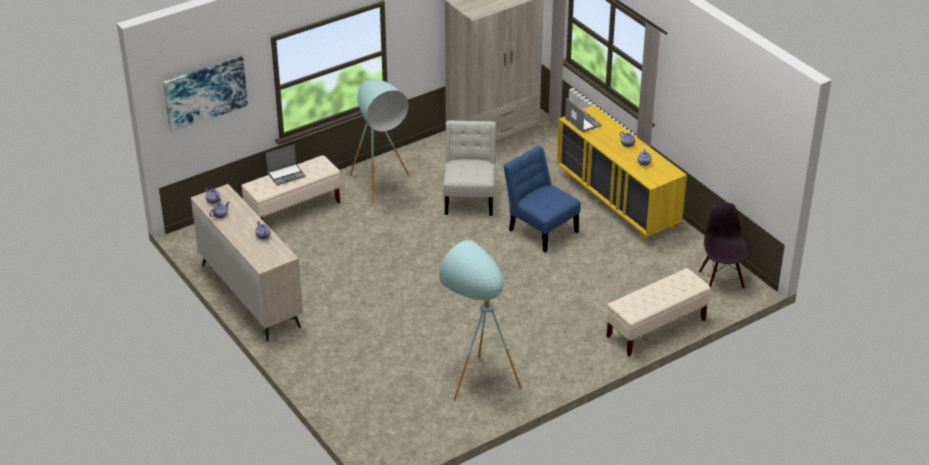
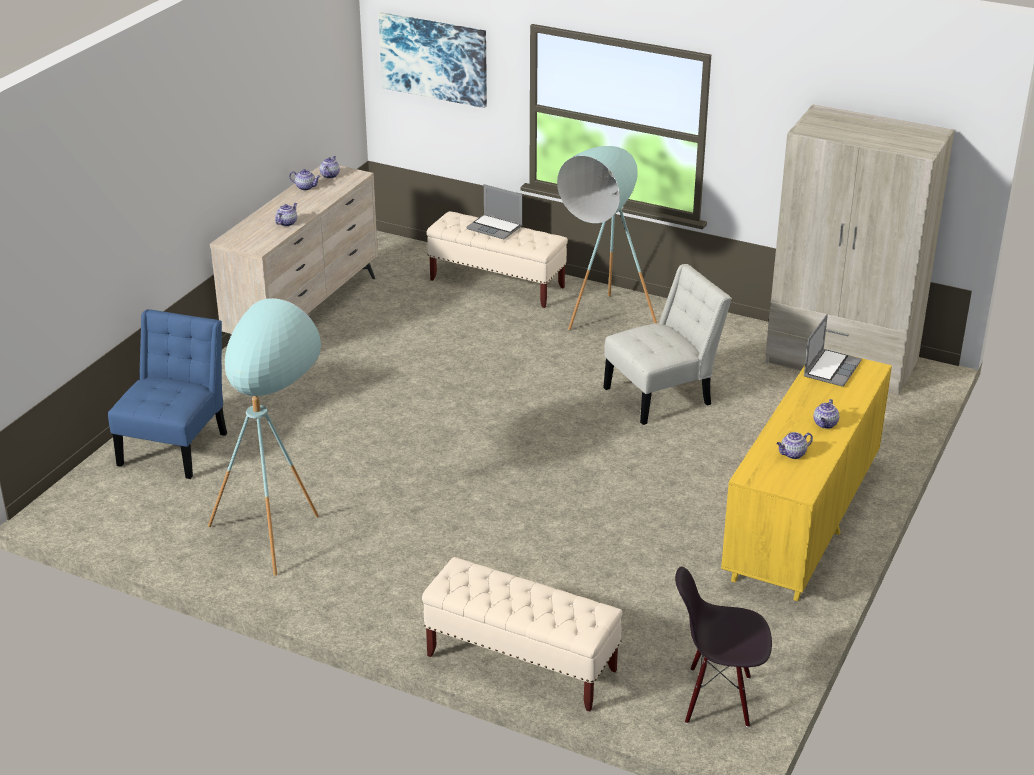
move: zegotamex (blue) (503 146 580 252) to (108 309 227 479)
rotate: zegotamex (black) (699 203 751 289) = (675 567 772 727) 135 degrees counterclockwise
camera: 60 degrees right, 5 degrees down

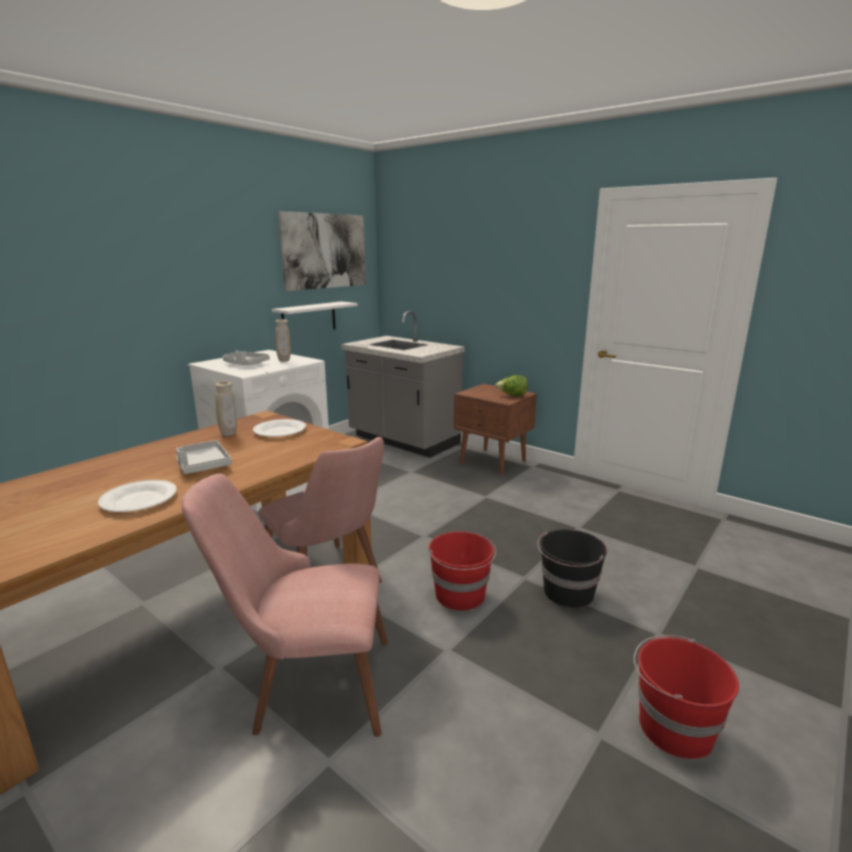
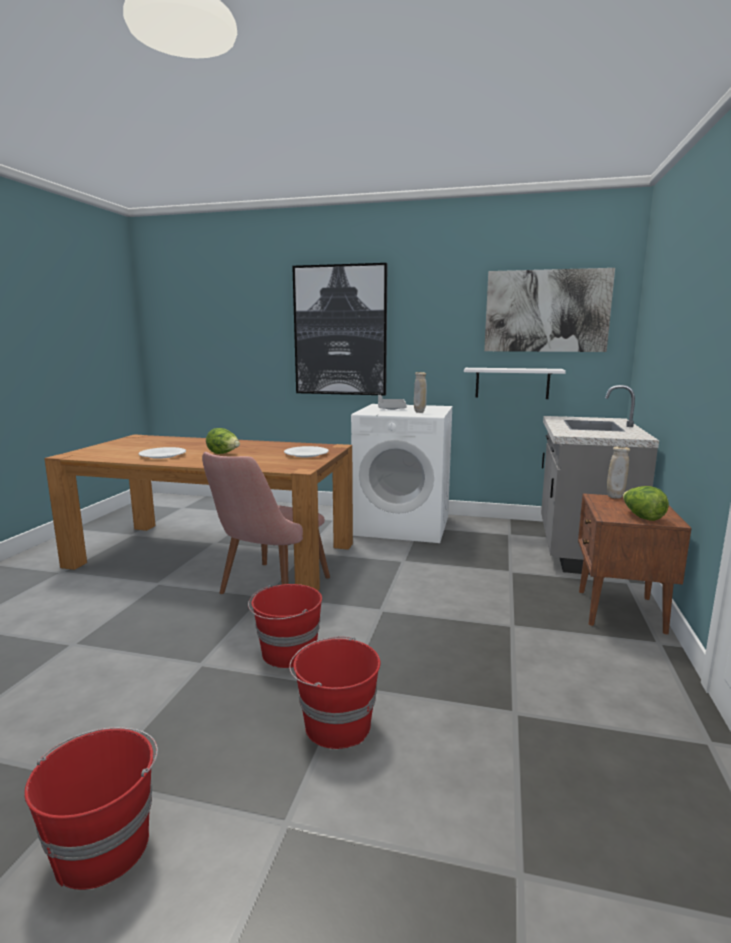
delete: zegotamex (pink) (182 474 388 737)
insert: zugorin (292 263 388 395)
move: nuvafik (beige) (215 382 237 436) to (607 446 630 499)
replace: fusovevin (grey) (176 440 232 474) to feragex (206 428 240 454)
recolor: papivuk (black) (537 529 607 608) to papivuk (red) (289 637 381 749)
camera: 65 degrees right, 5 degrees down

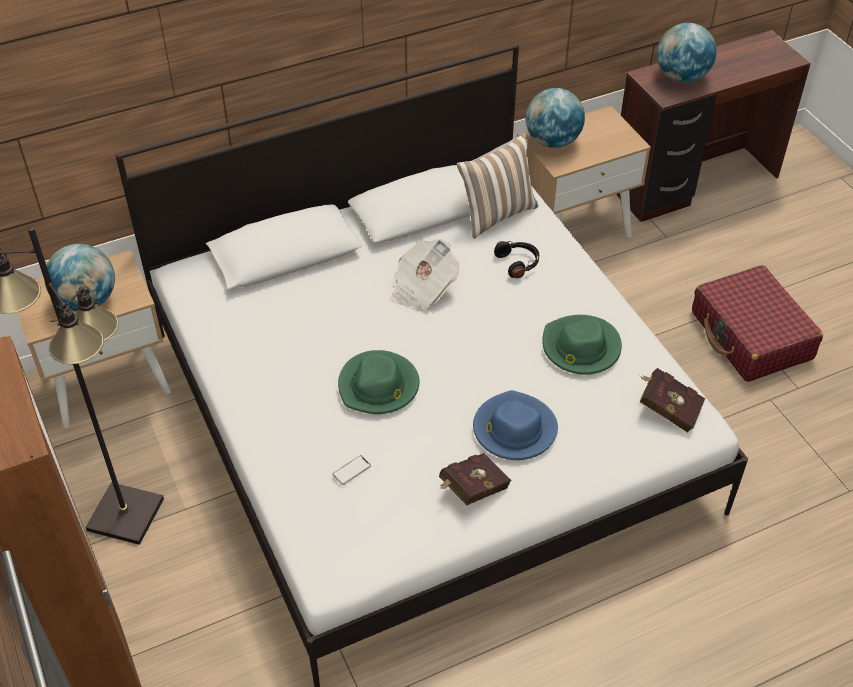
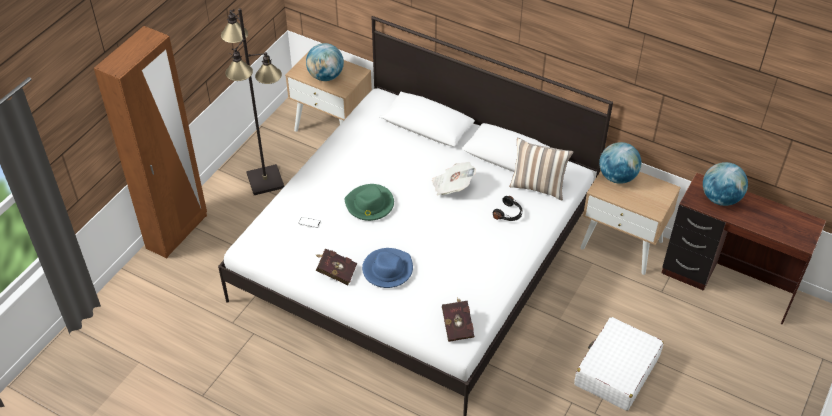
delete: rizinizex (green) (542 315 622 375)
recolor: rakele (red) (692 265 823 382) to rakele (white) (574 317 664 411)
camera: 55 degrees right, 0 degrees up

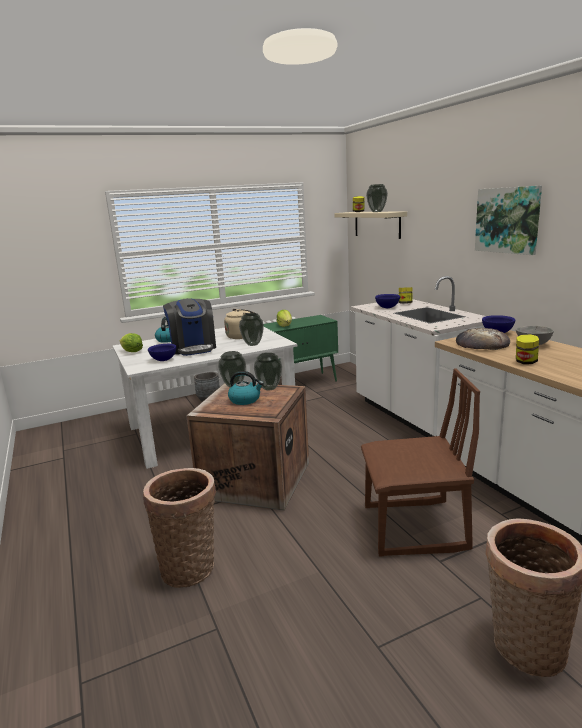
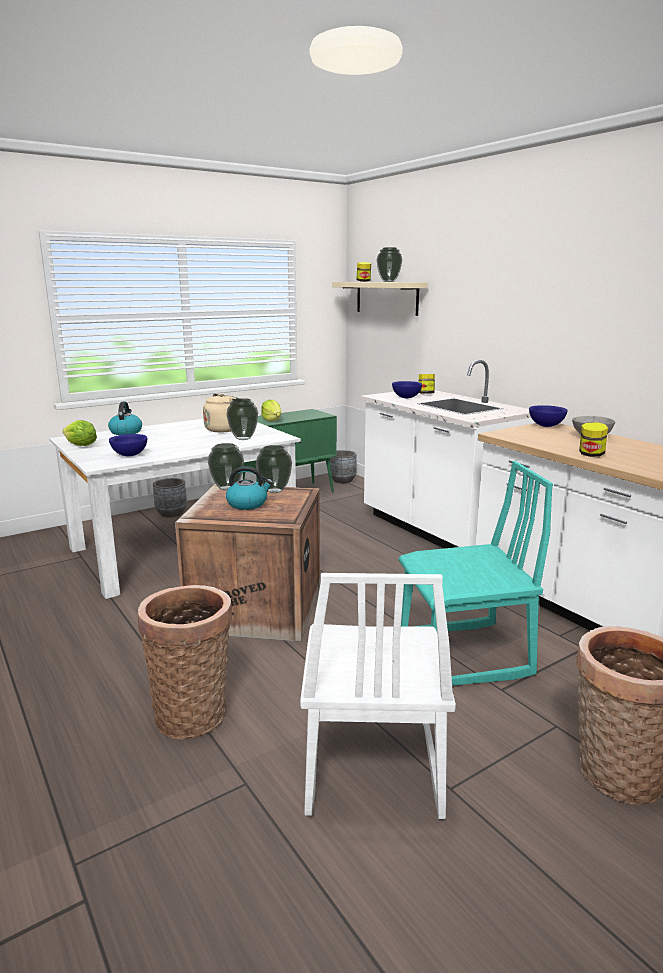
delete: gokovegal (163 298 216 356); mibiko (456 328 510 350); zugorin (475 185 542 255)
insert: zegotamex (white) (300 573 456 819); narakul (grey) (330 450 357 483)
recolor: zegotamex (brown) (361 368 480 557) to zegotamex (turquoise) (399 461 553 685)
camera: 10 degrees left, 0 degrees up

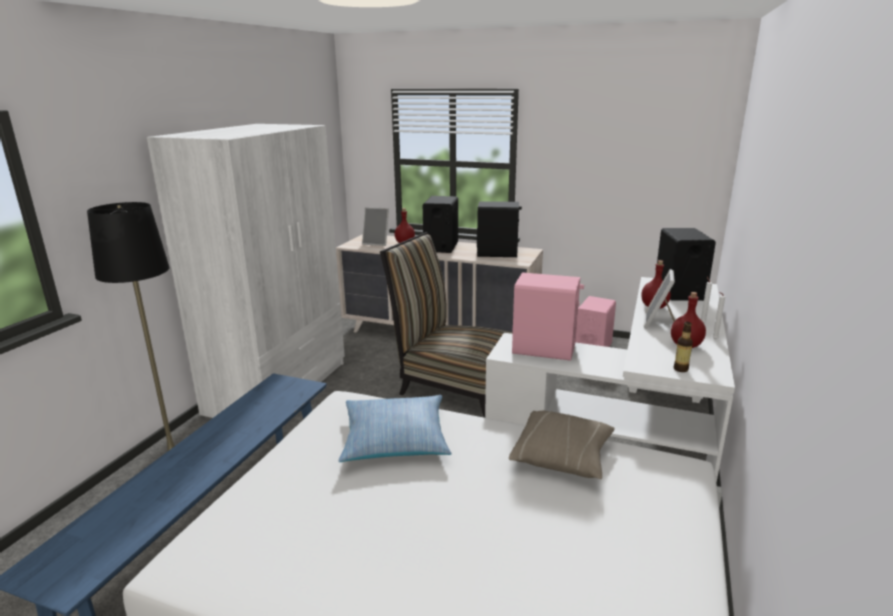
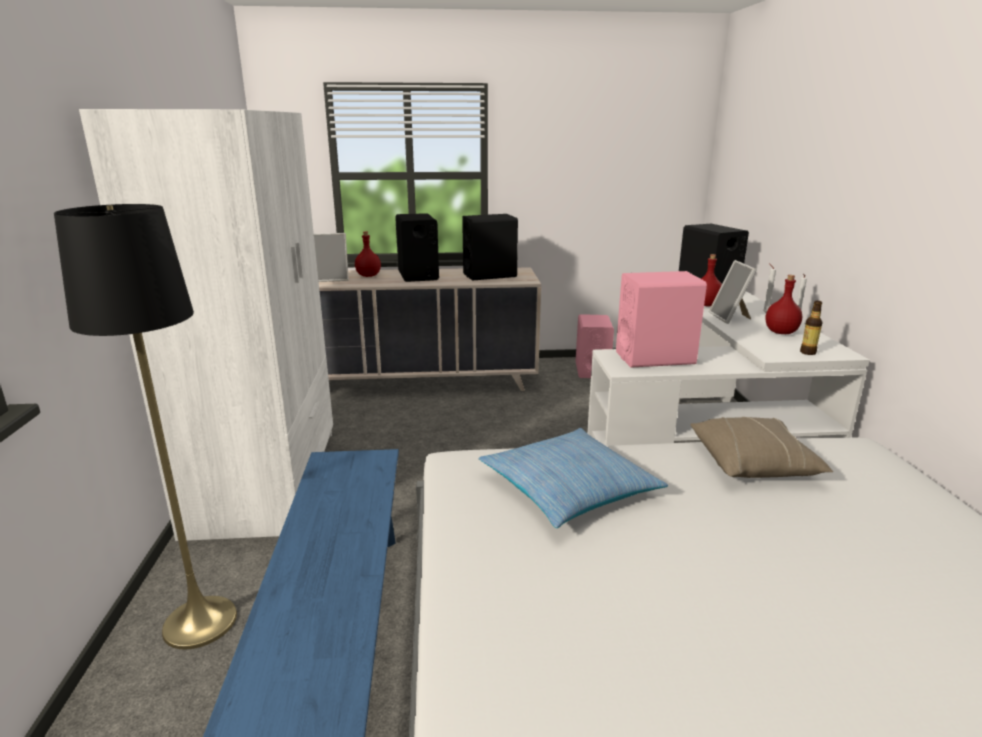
delete: zegotamex (380 232 512 418)
camera: 25 degrees left, 0 degrees up

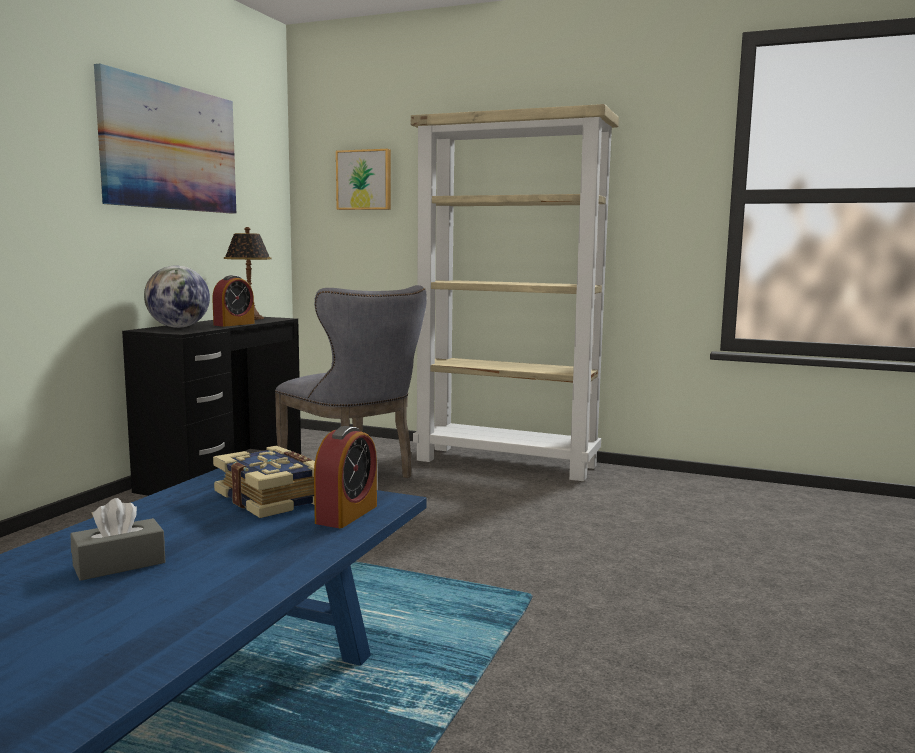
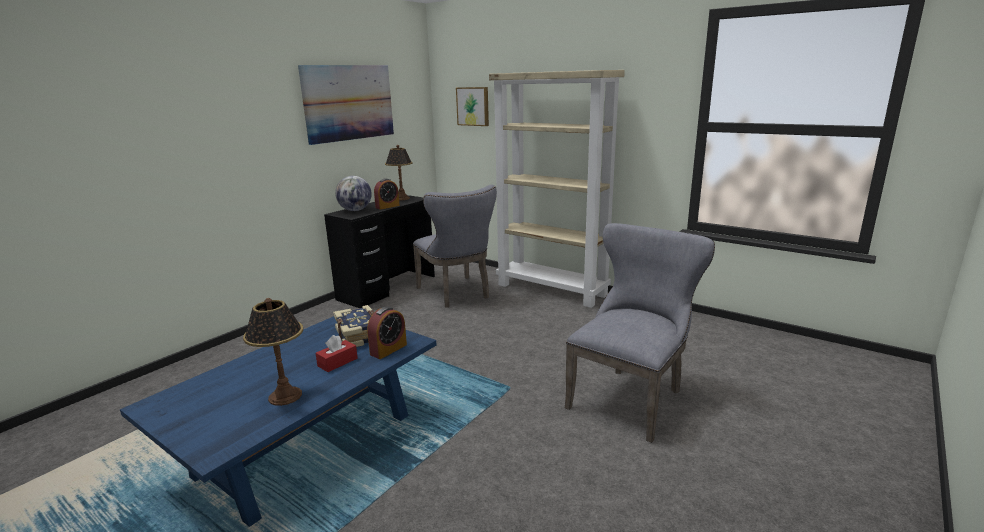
delete: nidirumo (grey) (71 498 165 581)
insert: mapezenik (243 298 303 406); nidirumo (red) (316 335 358 372); zegotamex (grey) (565 223 715 443)
camera: 15 degrees right, 10 degrees up

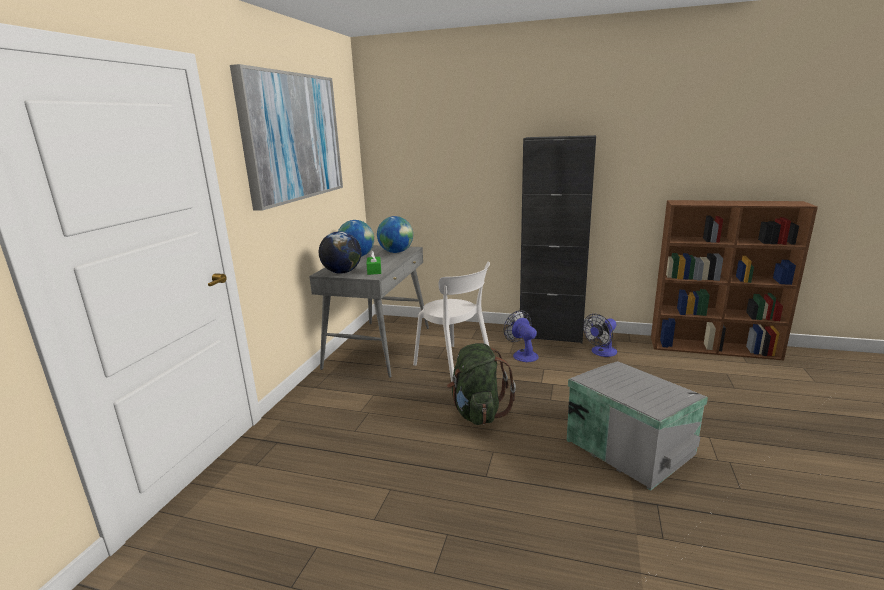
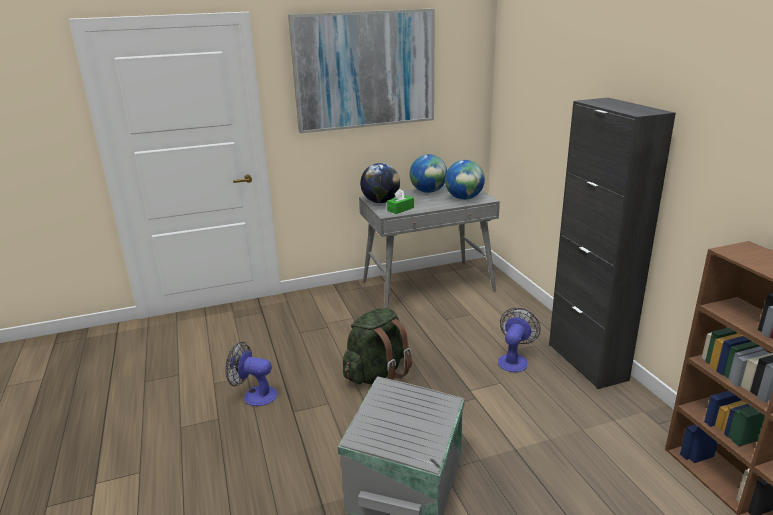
delete: zegotamex (white) (413 262 490 382)
move: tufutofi (583 314 617 357) to (225 342 277 406)
camera: 55 degrees right, 5 degrees up

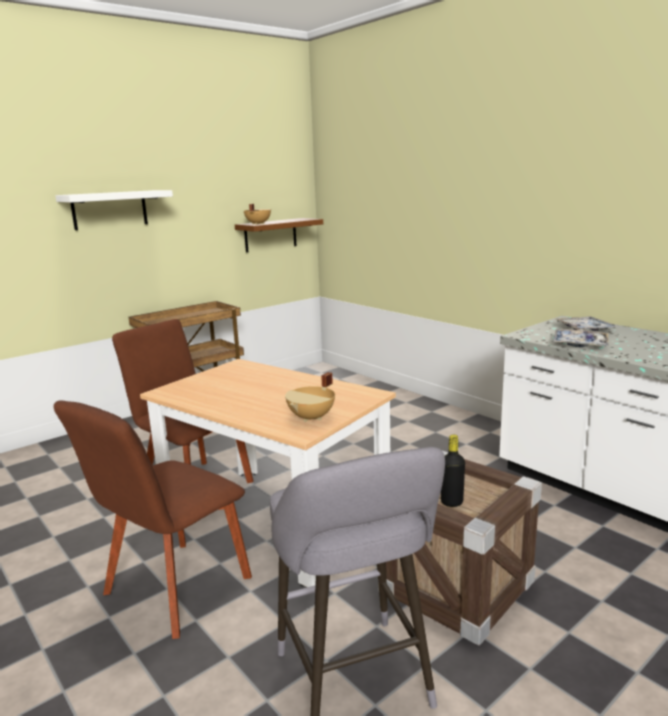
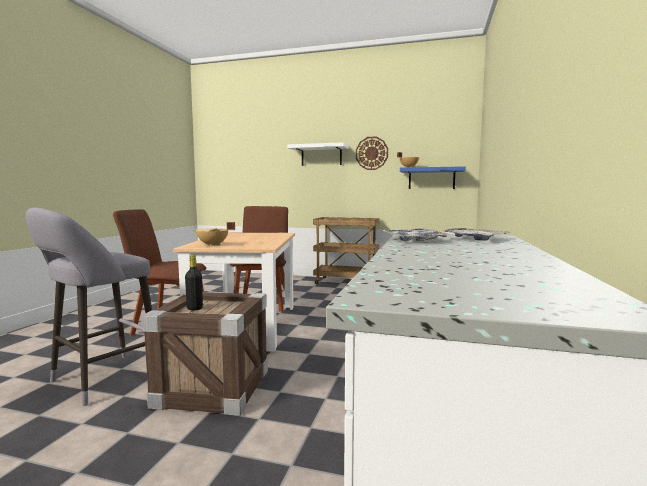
insert: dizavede (356 137 388 170)
recolor: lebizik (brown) (235 218 323 252) to lebizik (blue) (400 166 466 189)
camera: 55 degrees right, 10 degrees down

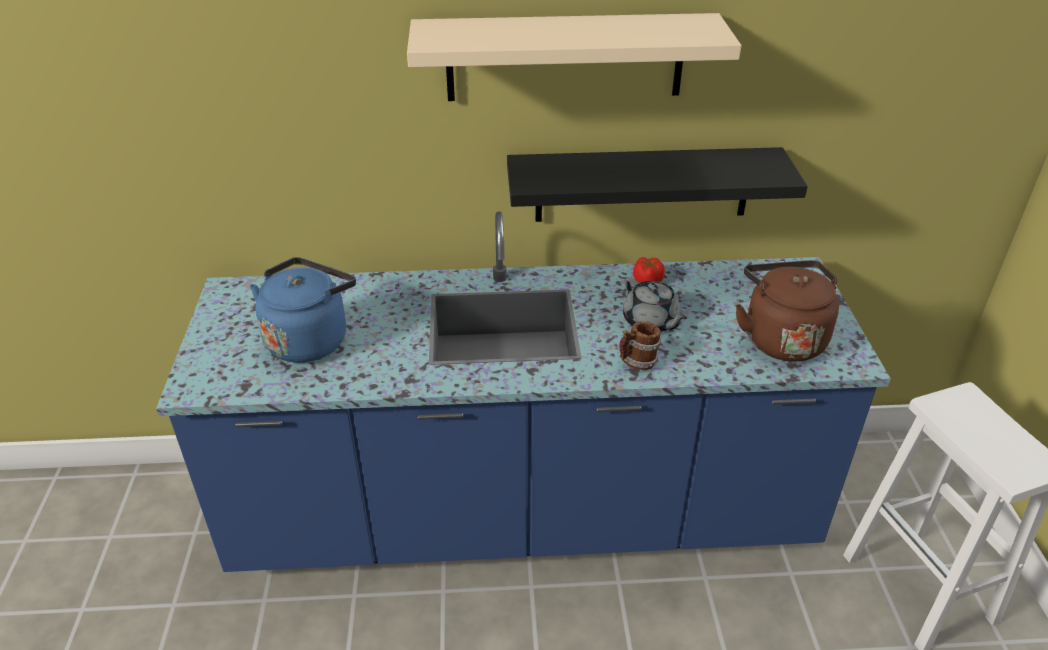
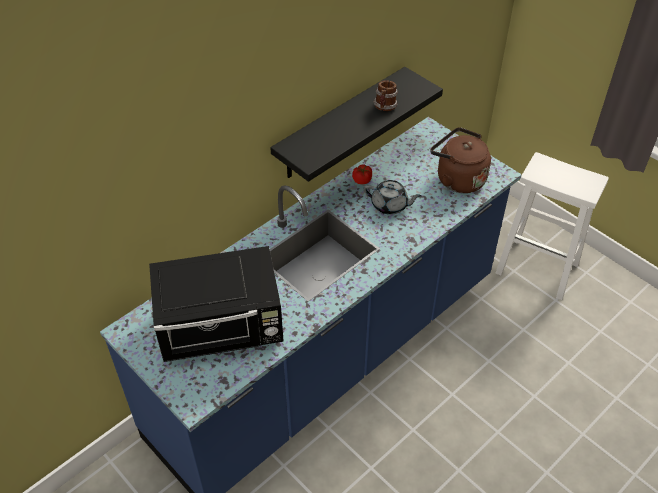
delete: lebizik (beige) (407 13 741 101)
move: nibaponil (619 321 662 370) to (373 80 398 111)
replace: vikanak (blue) (250 257 356 363) to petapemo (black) (149 246 283 362)
camera: 40 degrees left, 10 degrees up

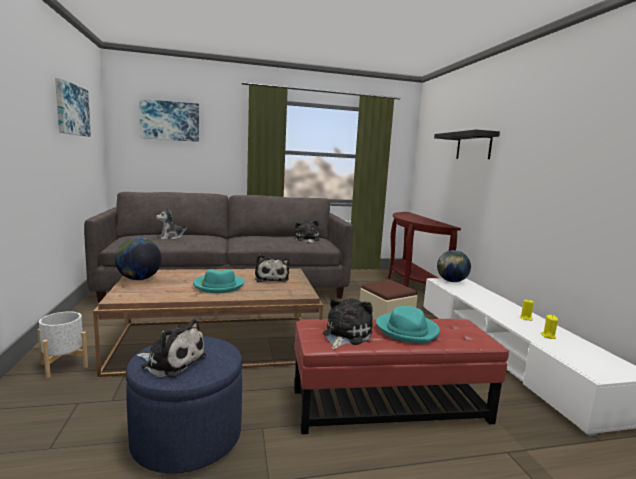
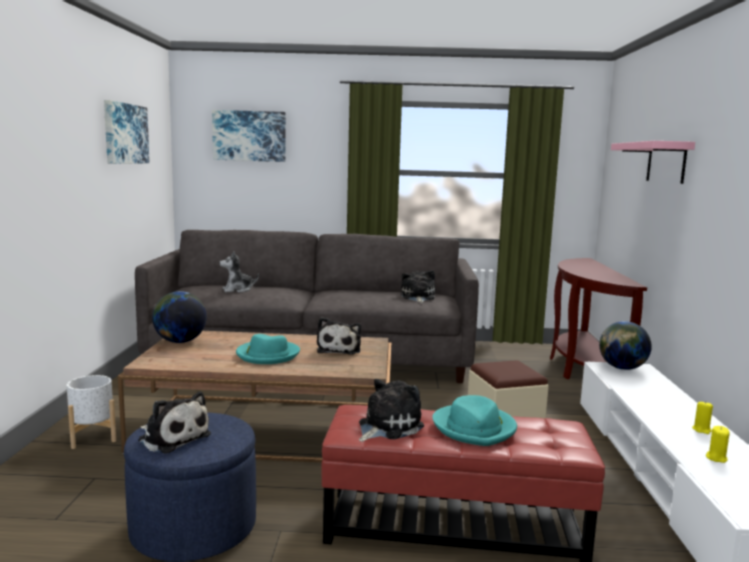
recolor: lebizik (black) (434 130 500 159) to lebizik (pink) (611 141 695 184)
camera: 15 degrees right, 0 degrees up

